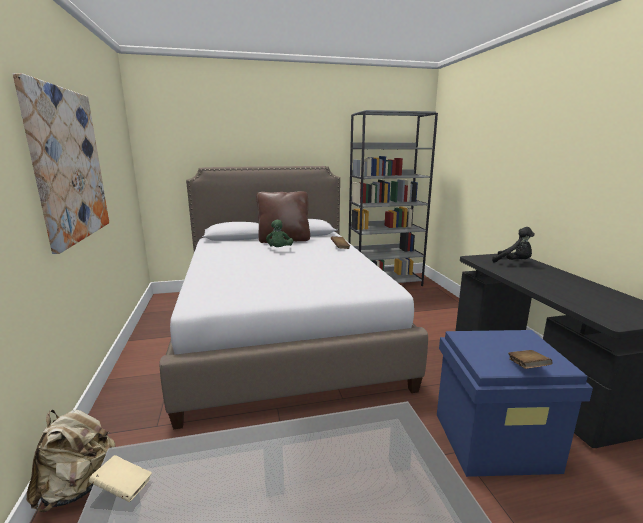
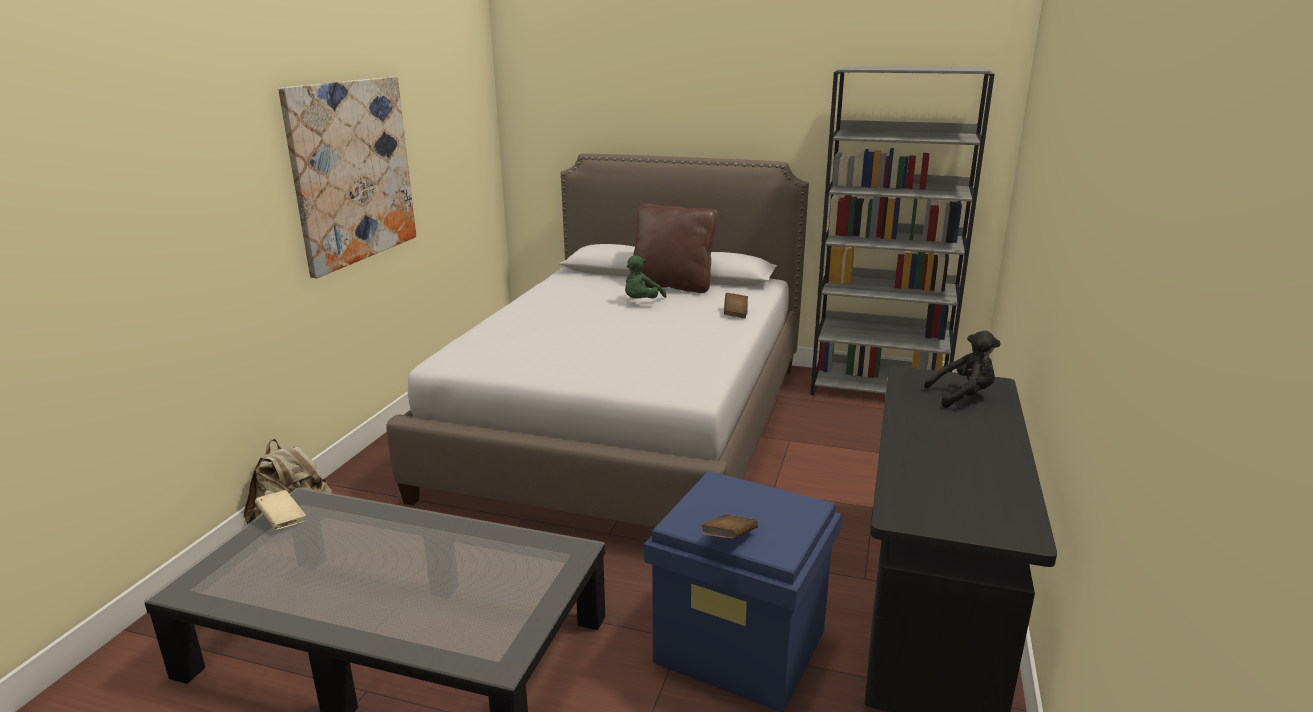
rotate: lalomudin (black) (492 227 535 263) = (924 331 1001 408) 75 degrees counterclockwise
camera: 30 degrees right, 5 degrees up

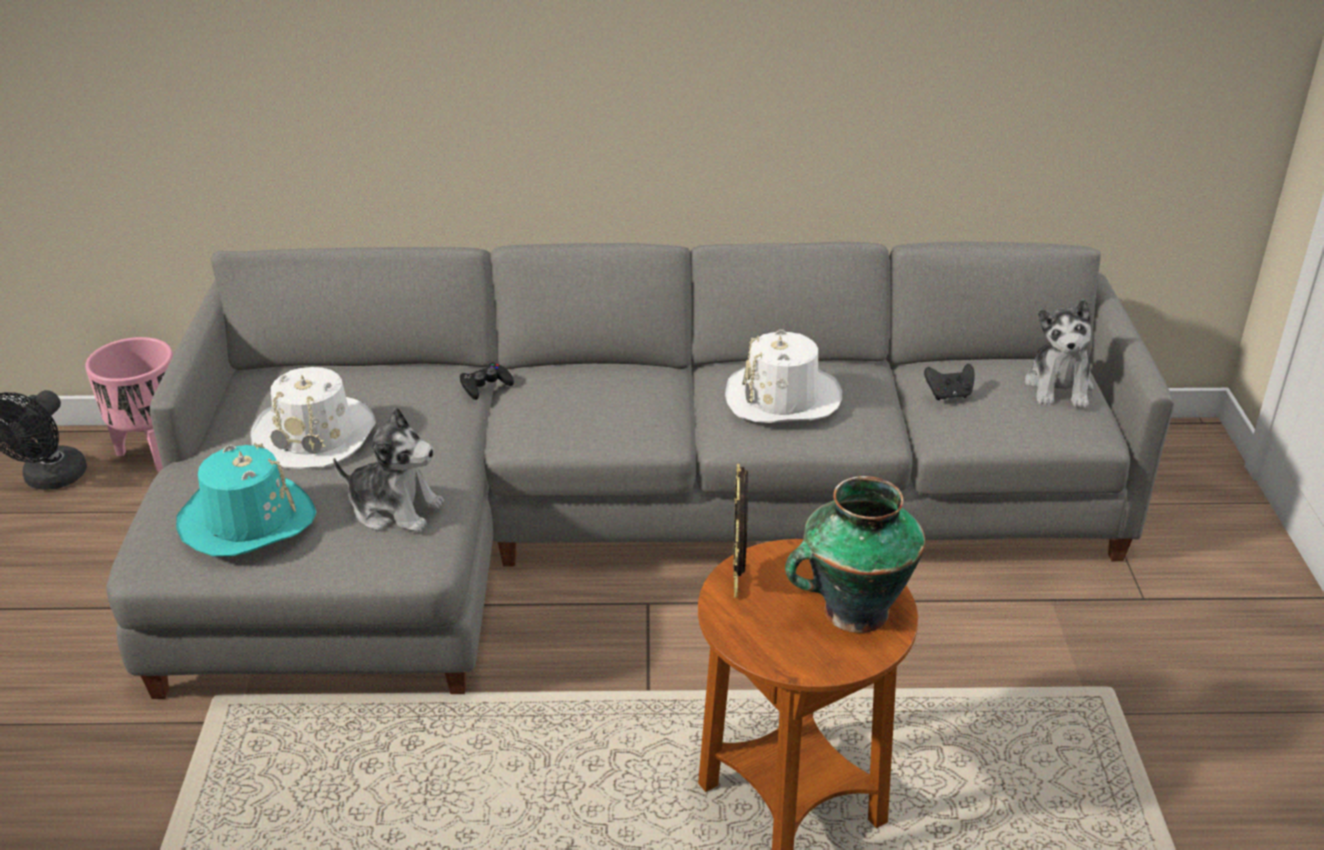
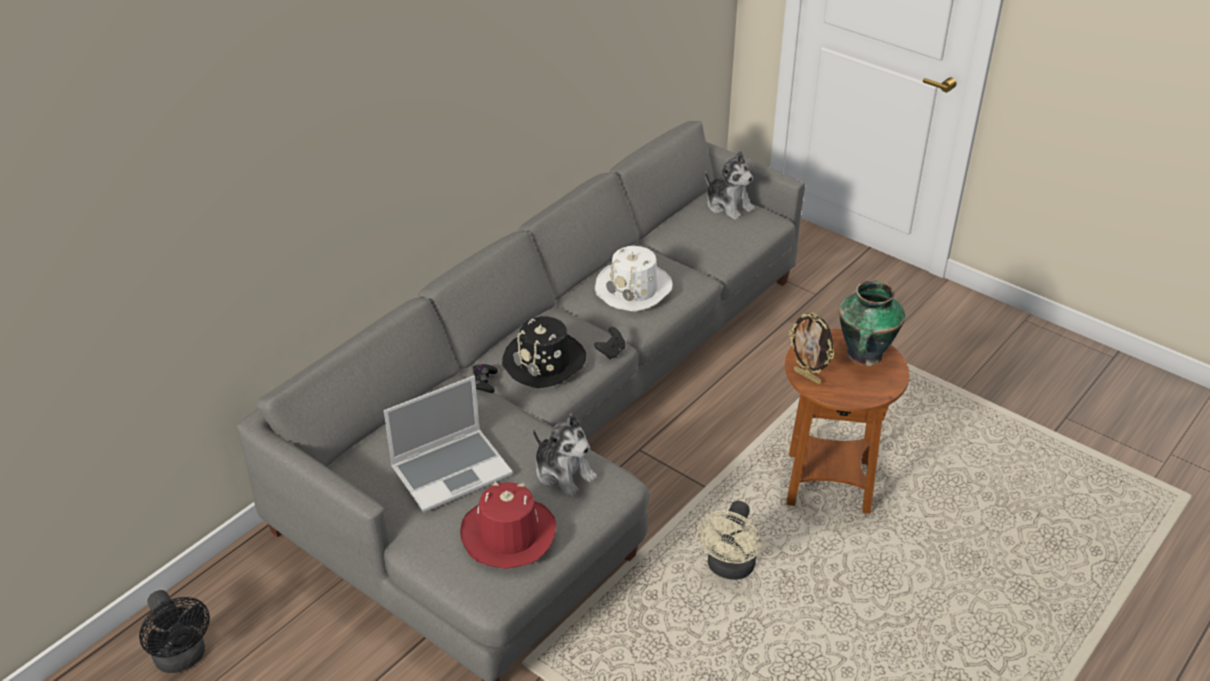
delete: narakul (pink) (85 337 173 472)
insert: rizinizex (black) (502 316 586 388); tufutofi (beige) (697 501 761 580)
move: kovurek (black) (924 364 975 400) to (594 327 625 360)
replace: rizinizex (white) (250 367 376 469) to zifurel (384 376 513 512)
recolor: rizinizex (turquoise) (176 443 316 557) to rizinizex (red) (460 481 556 569)
rotate: lalomudin (333 408 444 533) = (533 413 597 497) 75 degrees clockwise
camera: 50 degrees left, 5 degrees up

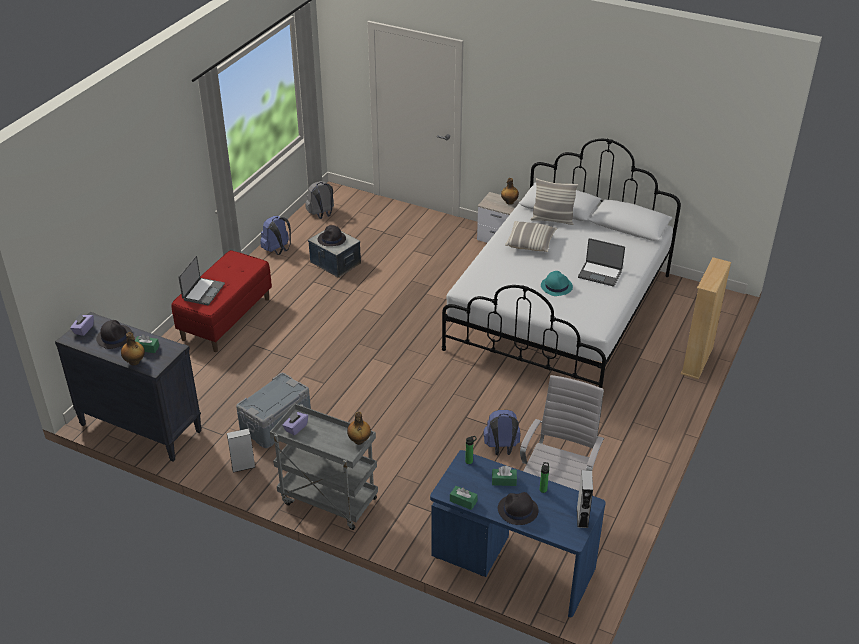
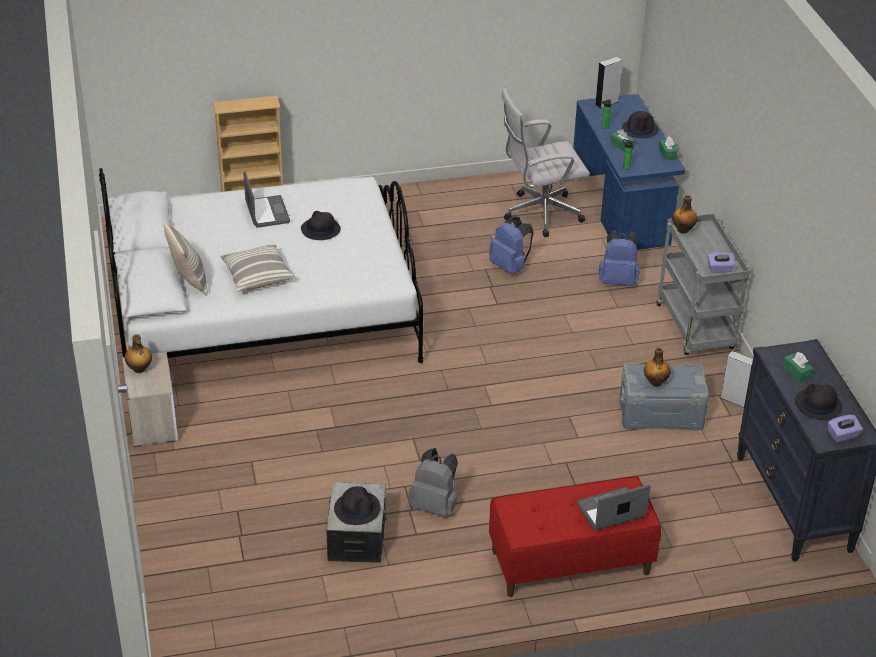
move: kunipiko (121 332 145 365) to (644 347 670 387); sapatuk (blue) (260 216 291 255) to (599 230 640 286); sapatuk (grey) (305 181 334 219) to (408 448 458 517)
recolor: rizinizex (turquoise) (541 271 573 296) to rizinizex (black) (301 211 341 240)
camera: 130 degrees left, 0 degrees up

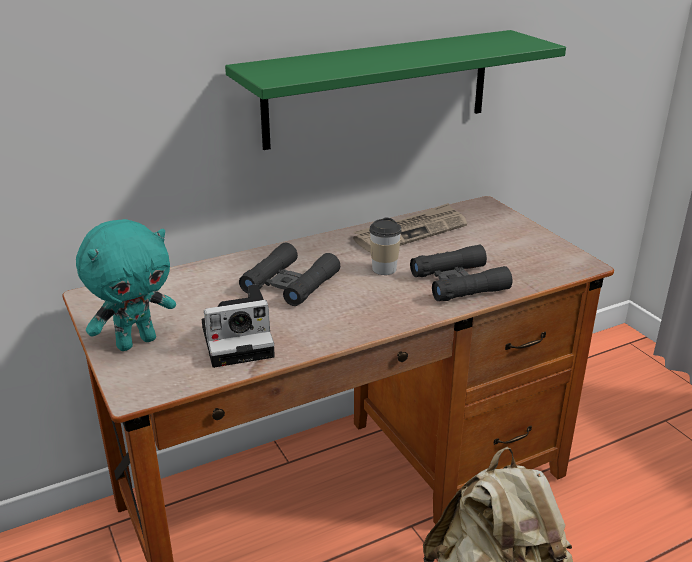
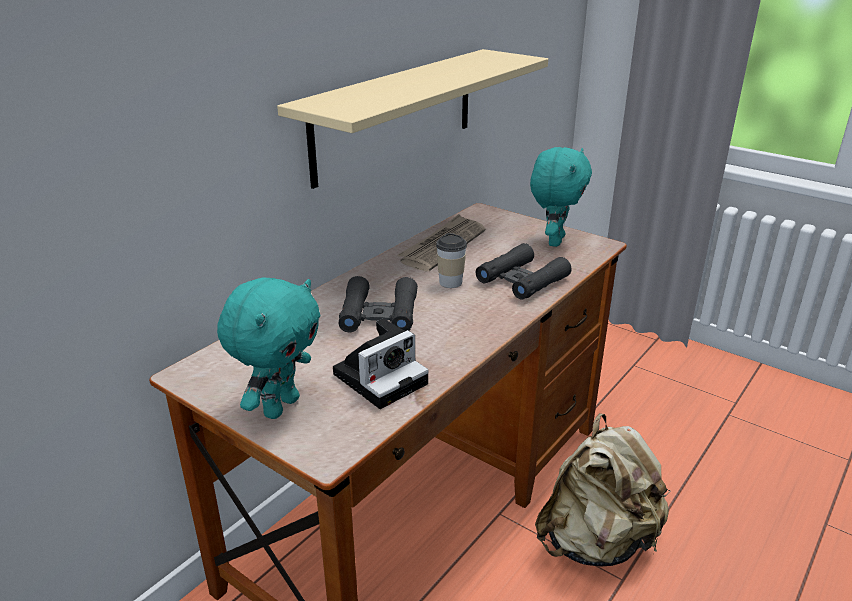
insert: lalomudin (turquoise) (530 147 592 247)
recolor: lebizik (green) (225 30 566 150) to lebizik (beige) (277 49 548 189)
camera: 25 degrees left, 0 degrees up

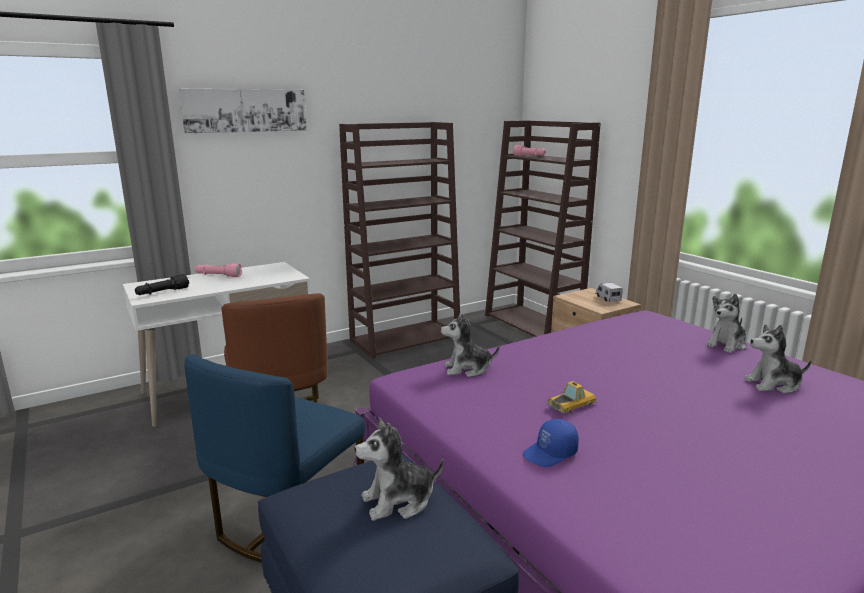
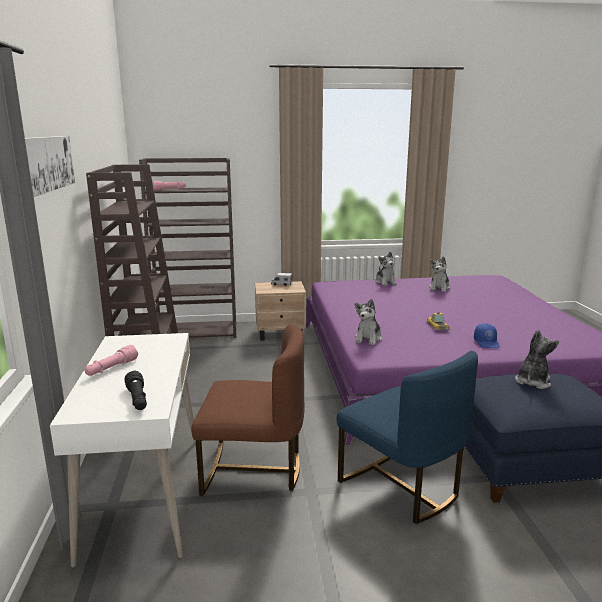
rotate: lalomudin (354 417 444 521) = (515 330 559 389) 150 degrees counterclockwise
camera: 65 degrees left, 0 degrees up

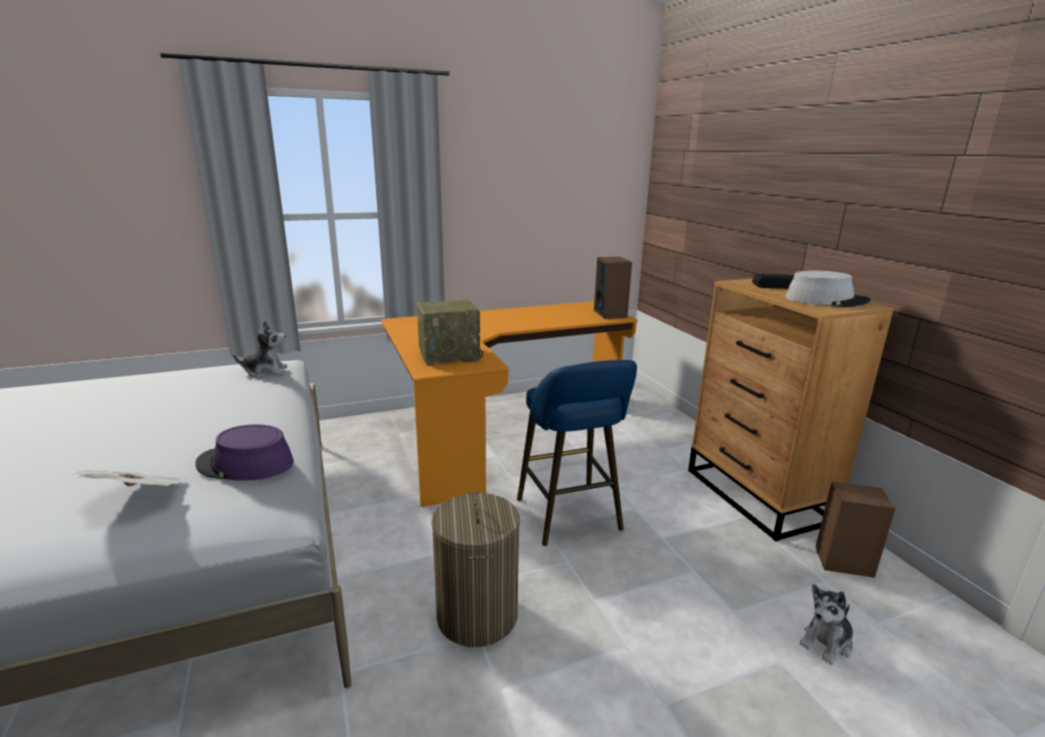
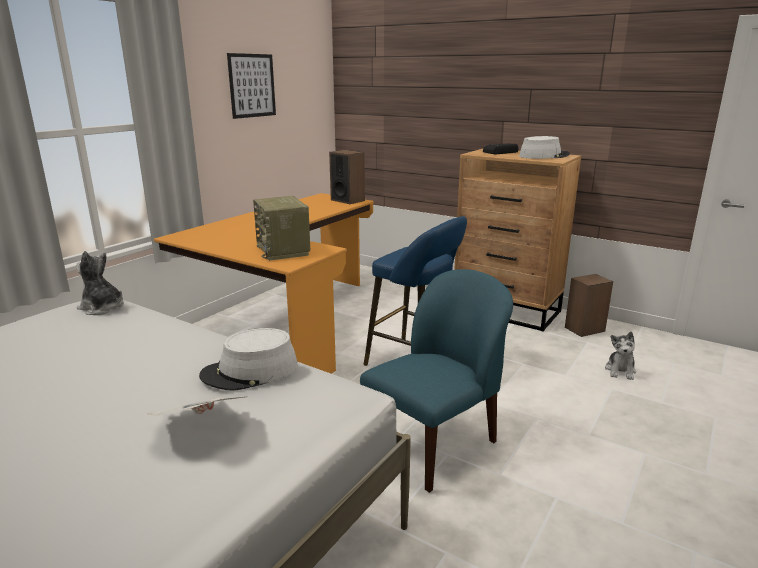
insert: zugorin (227 53 276 119)
replace: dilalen (432 492 520 647) to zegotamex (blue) (360 269 513 493)
recolor: rizinizex (purple) (195 424 294 481) to rizinizex (grey) (199 328 298 391)
rotate: lalomudin (233 321 287 378) = (76 251 124 315) 105 degrees counterclockwise; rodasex (417 299 483 366) = (253 196 310 261) 120 degrees clockwise
camera: 35 degrees left, 0 degrees up

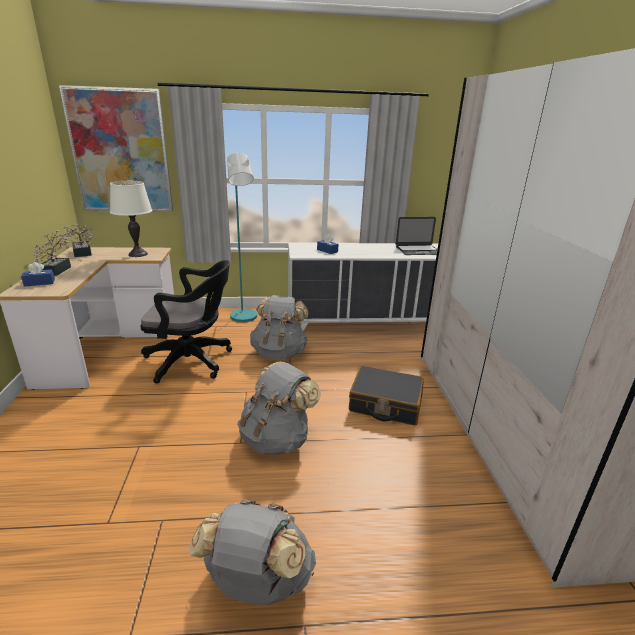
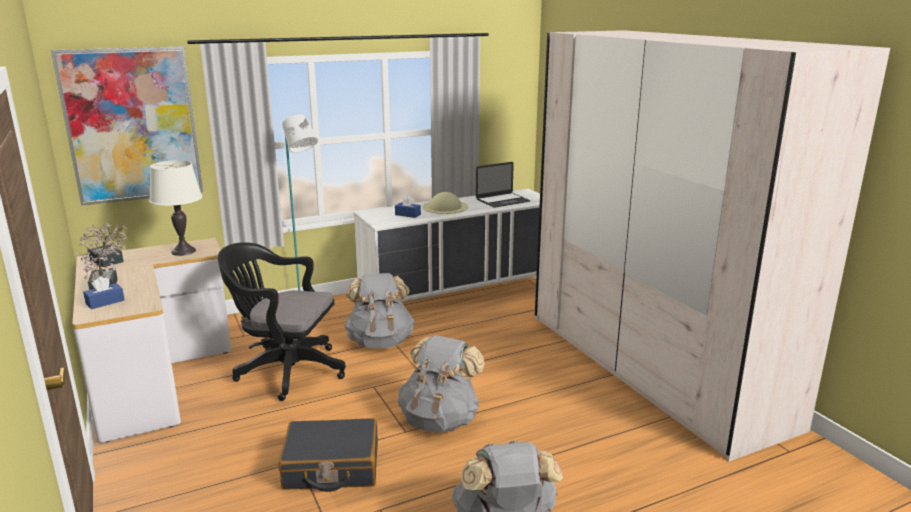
insert: rizinizex (beige) (422 192 468 214)
move: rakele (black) (349 365 424 426) to (279 418 378 492)
rotate: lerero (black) (140 260 232 384) = (217 242 346 401) 150 degrees counterclockwise
camera: 20 degrees left, 5 degrees down

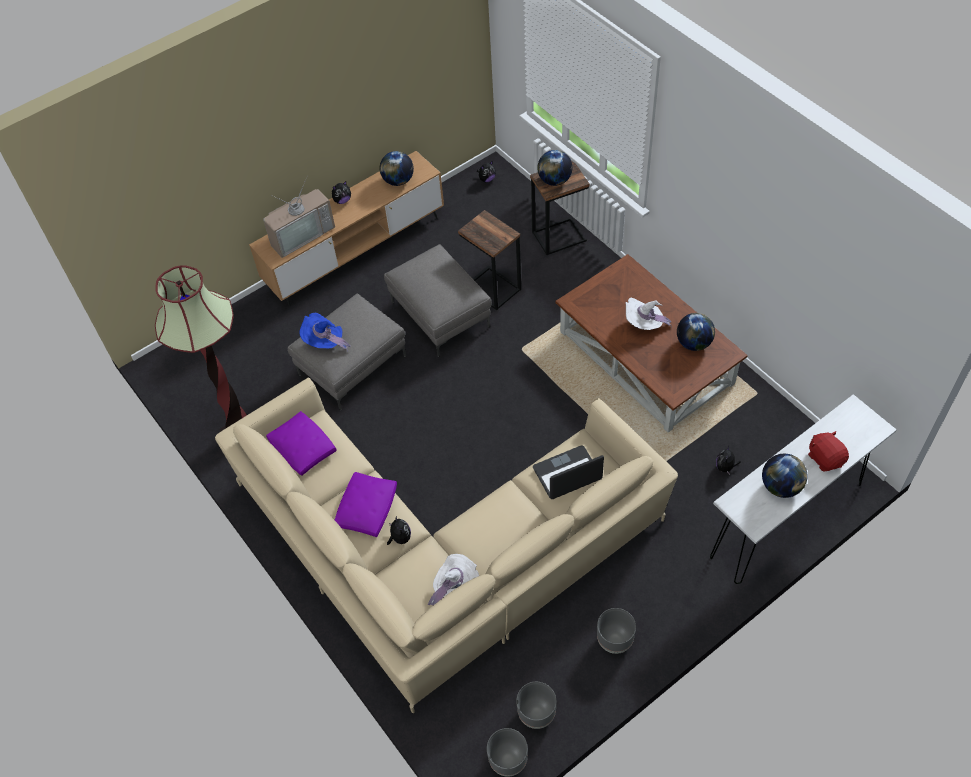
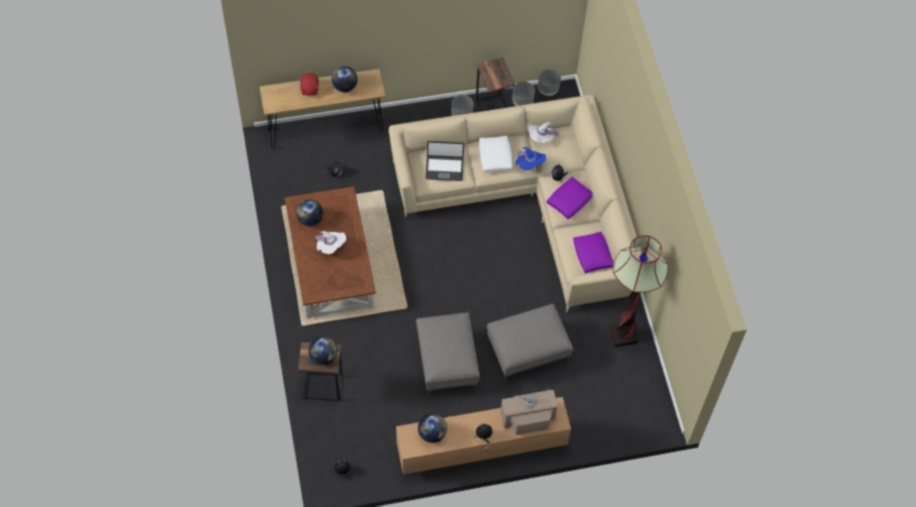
insert: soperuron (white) (479 136 512 172)
move: rizinizex (blue) (299 313 351 352) to (516 147 546 170); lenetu (458 210 521 310) to (476 57 515 112)
recolor: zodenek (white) (710 394 897 584) to zodenek (brown) (260 69 385 149)
camera: 160 degrees left, 5 degrees up

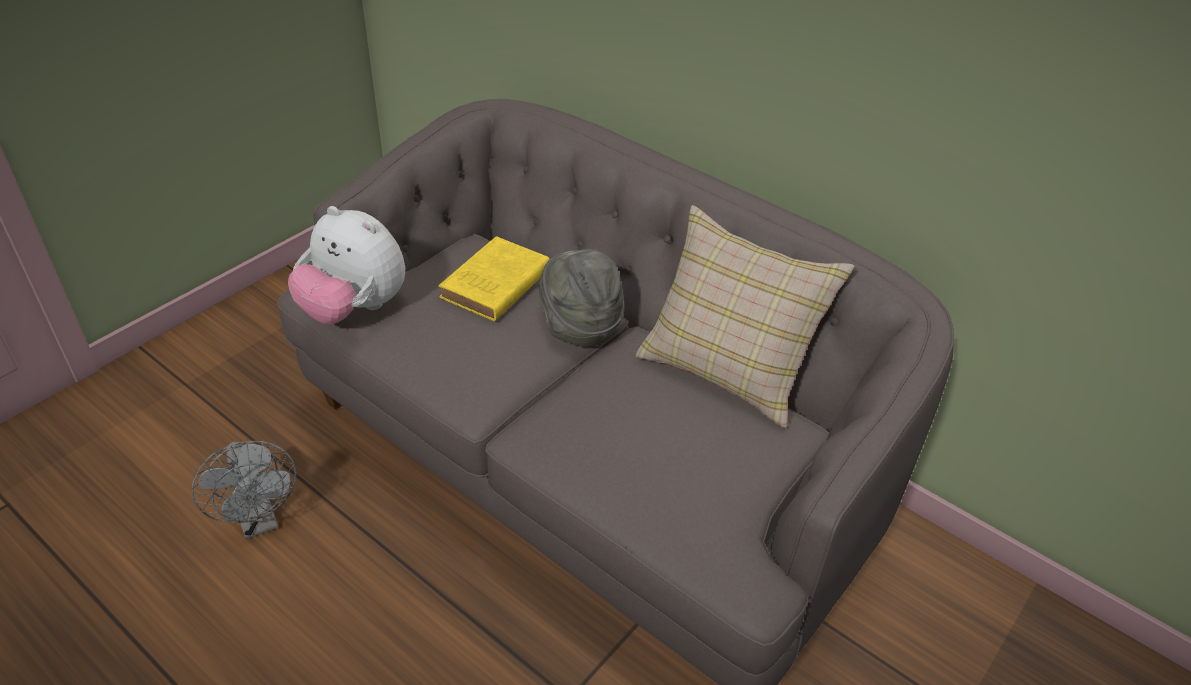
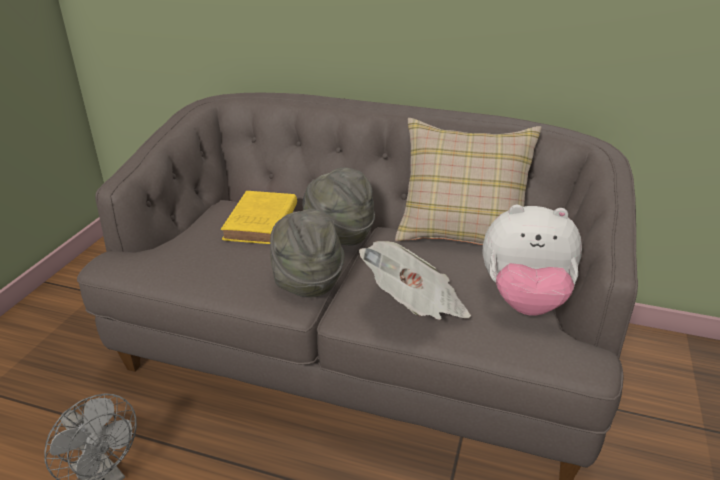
insert: rizinizex (grey) (270 209 345 297); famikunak (359 241 471 320)
move: lalomudin (288 206 405 324) to (483 205 582 316)
camera: 20 degrees left, 10 degrees down

